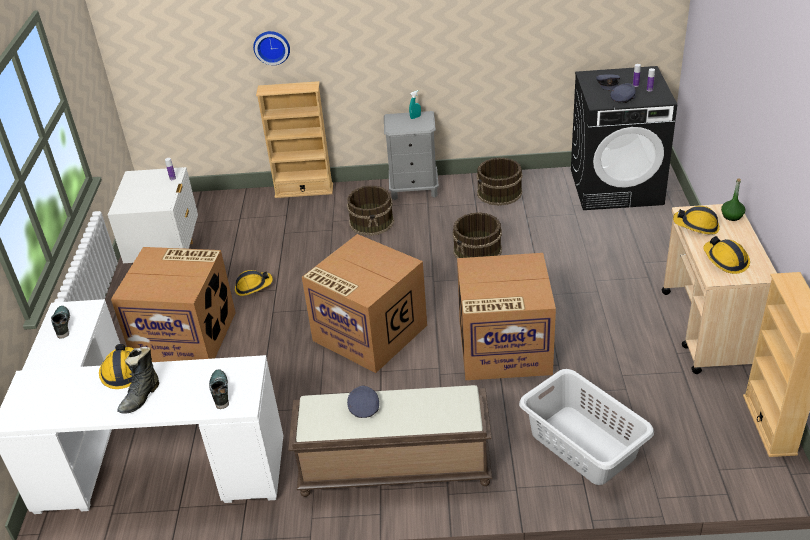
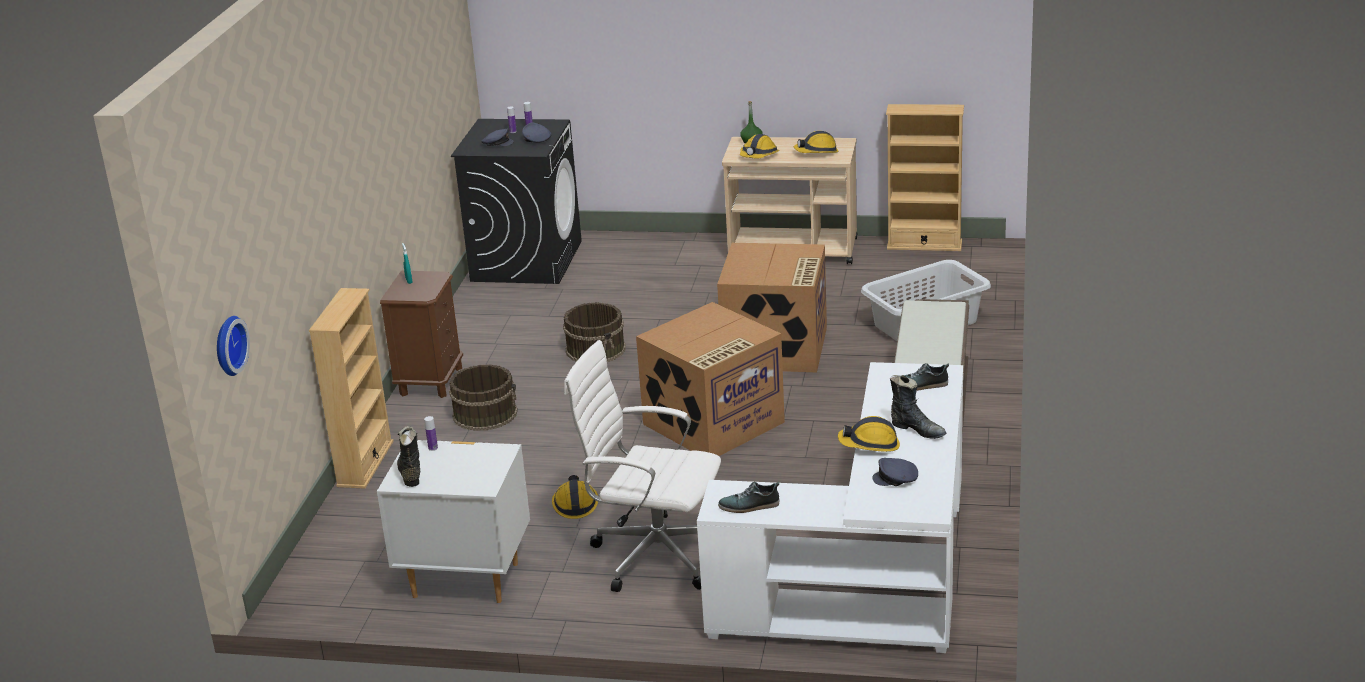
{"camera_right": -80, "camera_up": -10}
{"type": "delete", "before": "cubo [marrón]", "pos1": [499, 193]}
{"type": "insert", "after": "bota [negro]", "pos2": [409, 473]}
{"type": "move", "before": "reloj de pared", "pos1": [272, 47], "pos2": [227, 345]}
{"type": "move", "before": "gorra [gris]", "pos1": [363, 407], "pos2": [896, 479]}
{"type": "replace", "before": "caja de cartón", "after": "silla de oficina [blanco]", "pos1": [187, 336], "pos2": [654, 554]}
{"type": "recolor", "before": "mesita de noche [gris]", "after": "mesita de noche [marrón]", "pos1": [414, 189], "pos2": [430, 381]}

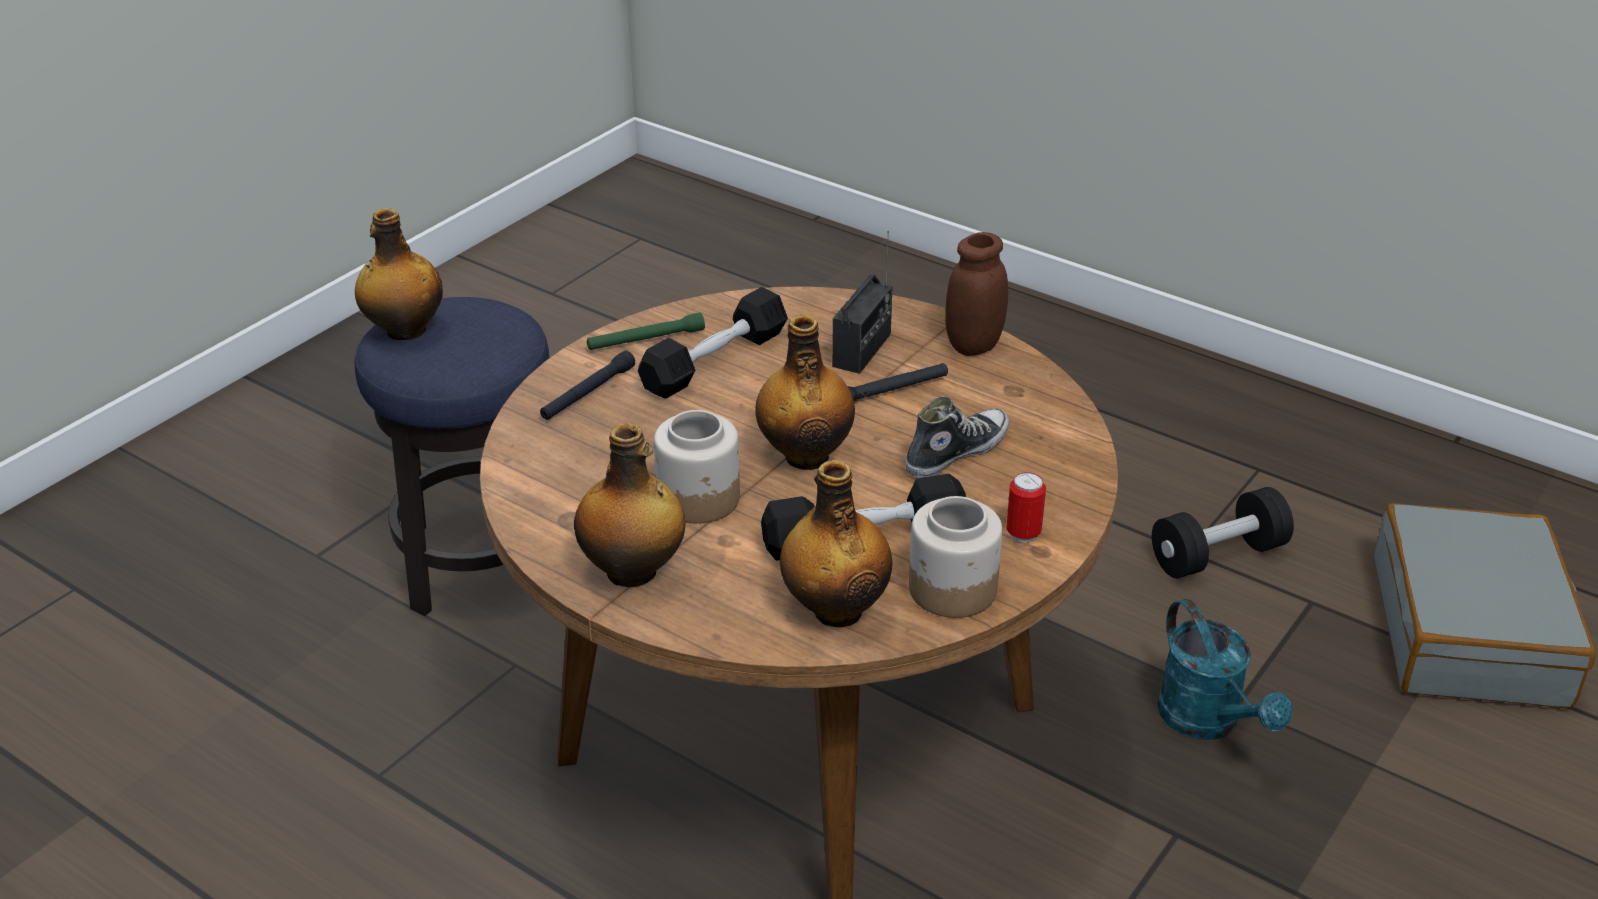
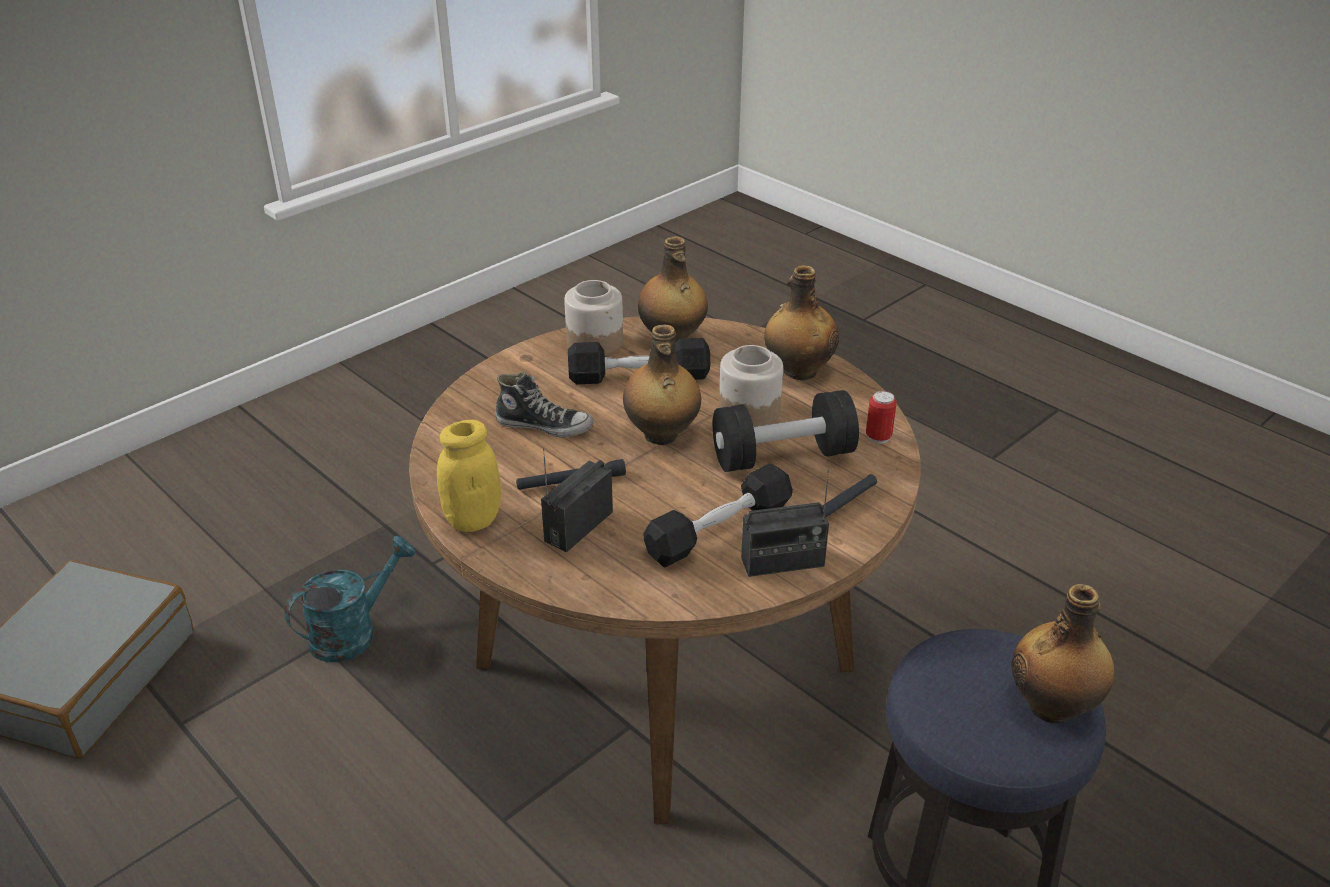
{"camera_right": -170, "camera_up": 0}
{"type": "move", "before": "lata", "pos1": [1023, 534], "pos2": [878, 437]}
{"type": "move", "before": "mancuerna [negro]", "pos1": [1218, 556], "pos2": [783, 456]}
{"type": "replace", "before": "linterna [verde]", "after": "radio", "pos1": [646, 340], "pos2": [782, 562]}
{"type": "recolor", "before": "tarro [marrón]", "after": "tarro [amarillo]", "pos1": [974, 345], "pos2": [473, 520]}
{"type": "rotate", "before": "zapato", "pos1": [956, 452], "pos2": [545, 426], "turn": -135}
{"type": "rotate", "before": "regadera [turquesa]", "pos1": [1208, 722], "pos2": [353, 632], "turn": 60}

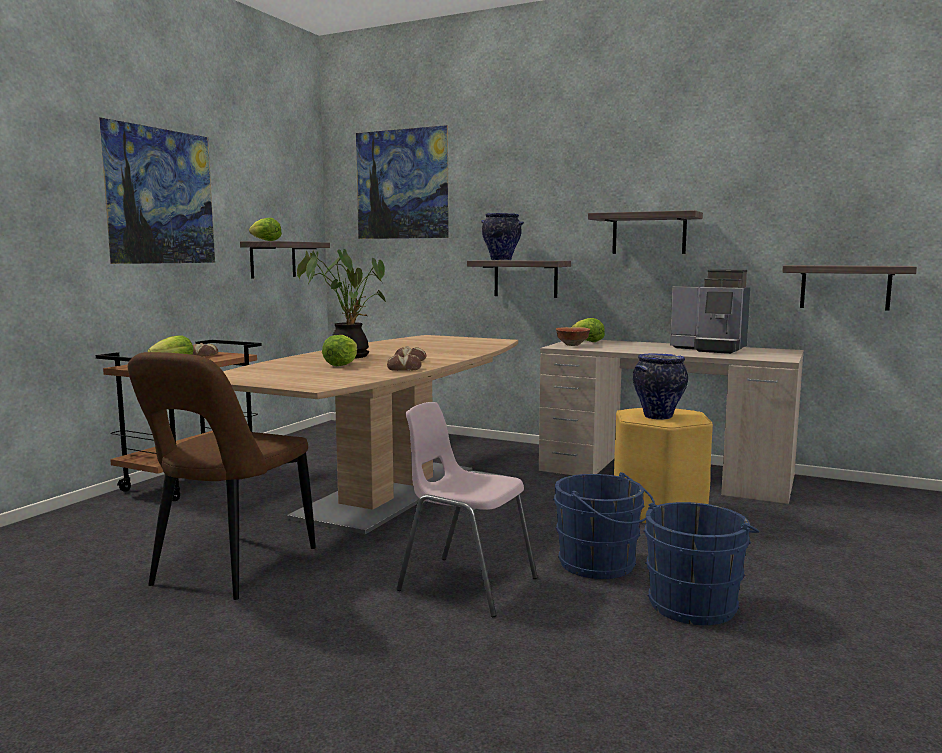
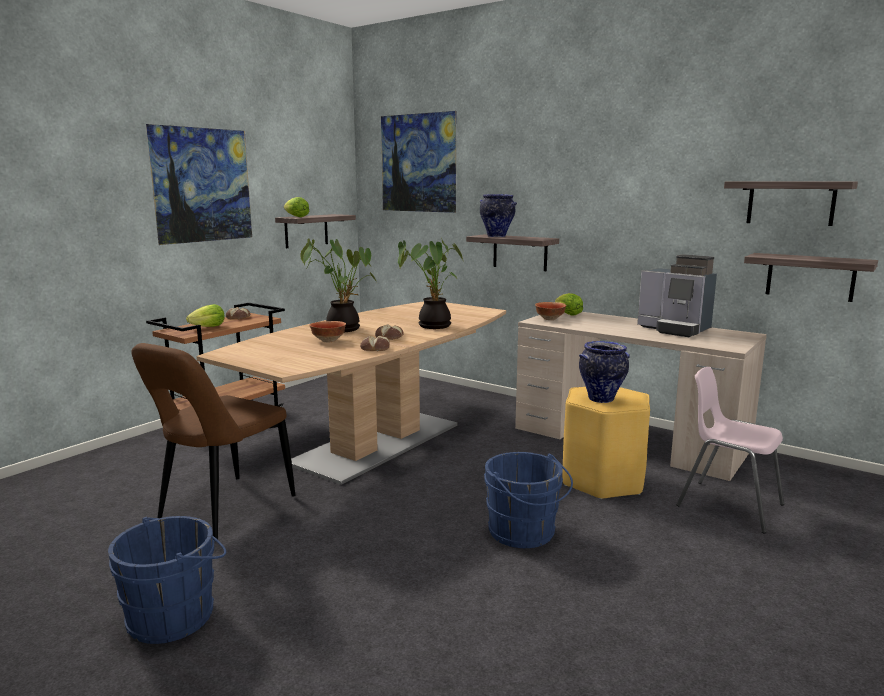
{"camera_right": 10, "camera_up": 5}
{"type": "insert", "after": "planta en maceta", "pos2": [431, 326]}
{"type": "move", "before": "silla [rosa]", "pos1": [466, 584], "pos2": [728, 505]}
{"type": "move", "before": "estante", "pos1": [649, 233], "pos2": [790, 203]}
{"type": "move", "before": "cubo [azul]", "pos1": [694, 603], "pos2": [176, 615]}
{"type": "replace", "before": "lechuga", "after": "cuenco", "pos1": [341, 365], "pos2": [327, 341]}

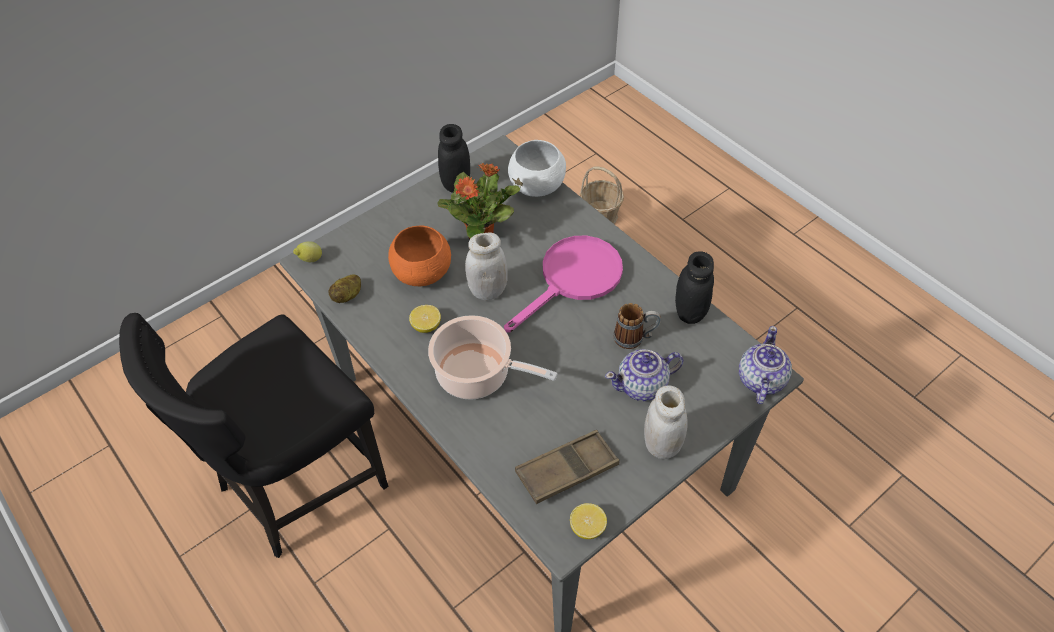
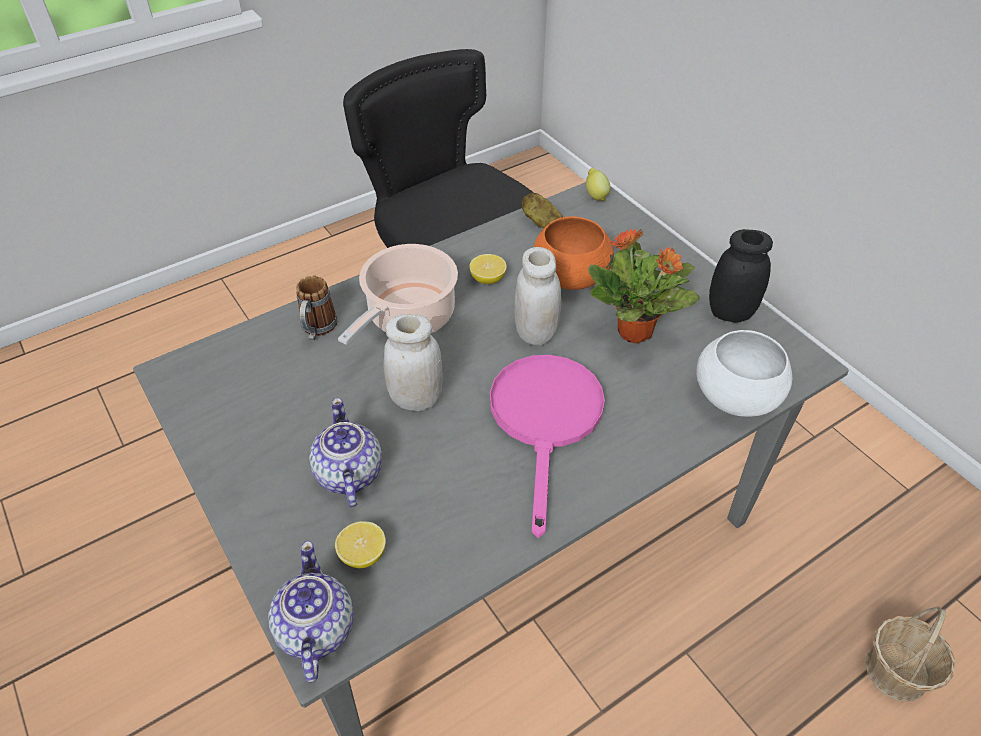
{"camera_right": 95, "camera_up": -5}
{"type": "delete", "before": "bandeja [marrón]", "pos1": [567, 470]}
{"type": "delete", "before": "tarro [negro]", "pos1": [690, 312]}
{"type": "move", "before": "limón", "pos1": [587, 527], "pos2": [363, 554]}
{"type": "move", "before": "taza grande", "pos1": [635, 338], "pos2": [317, 330]}
{"type": "move", "before": "tarro [blanco]", "pos1": [661, 444], "pos2": [416, 399]}
{"type": "rotate", "before": "sartén [rosa]", "pos1": [573, 279], "pos2": [546, 421], "turn": -135}
{"type": "rotate", "before": "tetera", "pos1": [760, 380], "pos2": [315, 630], "turn": -120}

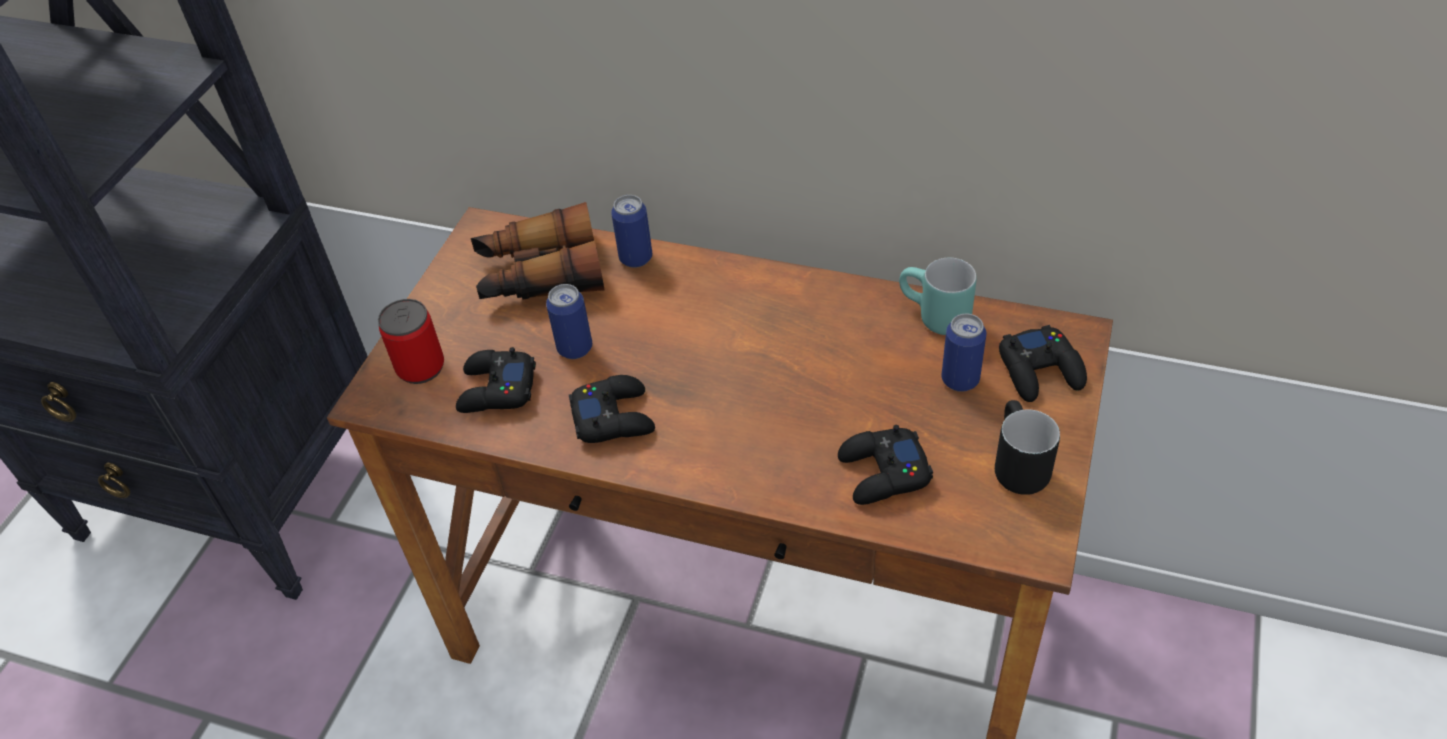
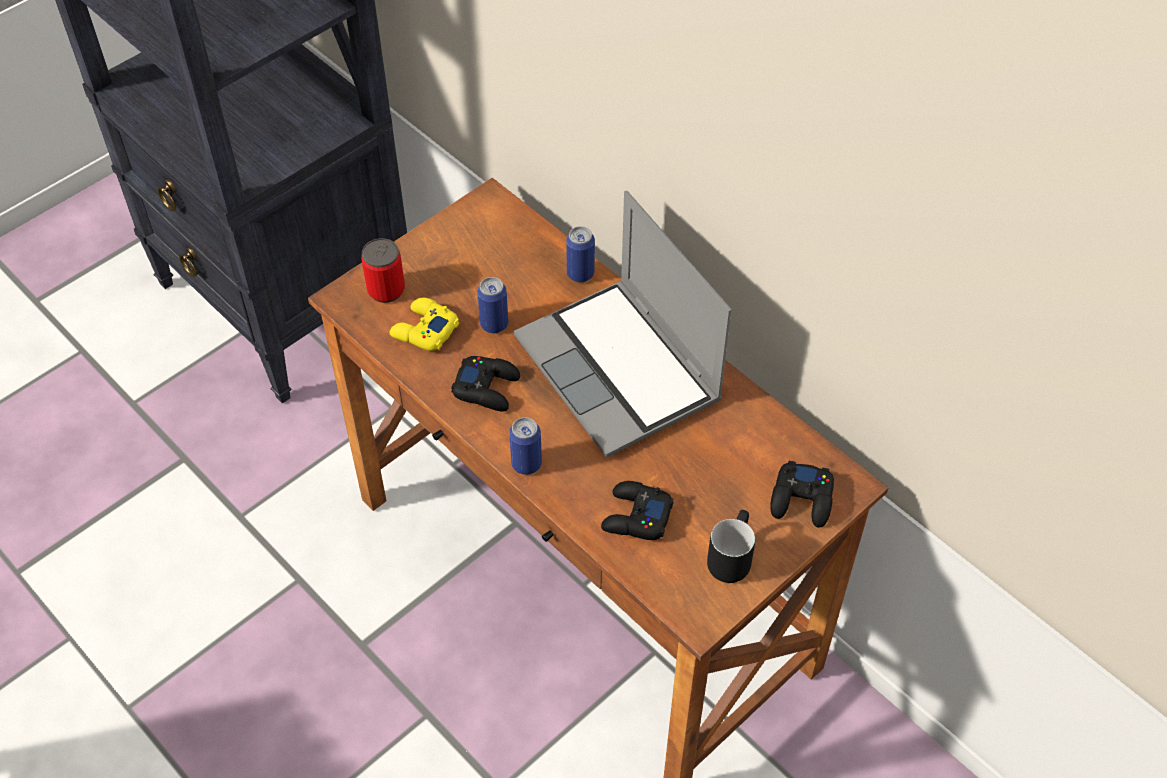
{"camera_right": 25, "camera_up": 5}
{"type": "delete", "before": "prismáticos", "pos1": [539, 274]}
{"type": "delete", "before": "taza grande [turquesa]", "pos1": [932, 318]}
{"type": "insert", "after": "portátil", "pos2": [621, 370]}
{"type": "move", "before": "lata", "pos1": [960, 379], "pos2": [526, 464]}
{"type": "recolor", "before": "mando de consola [negro]", "after": "mando de consola [amarillo]", "pos1": [496, 390], "pos2": [424, 330]}

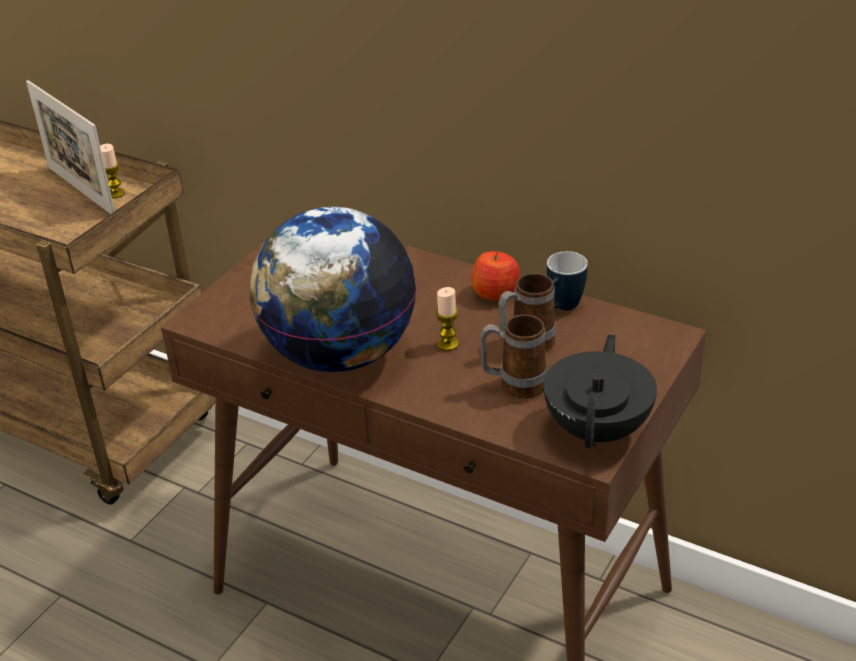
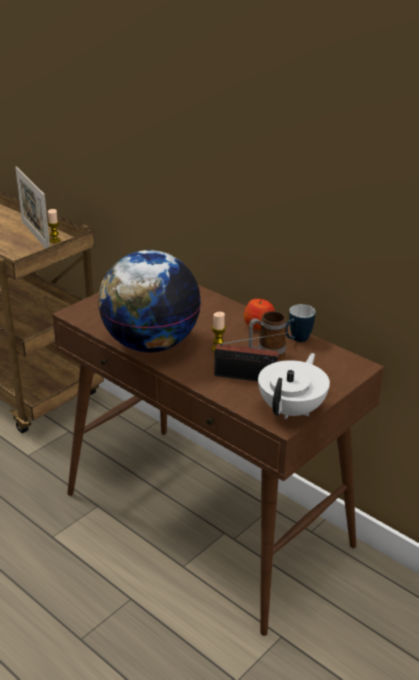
{"camera_right": 10, "camera_up": -5}
{"type": "replace", "before": "taza grande", "after": "radio", "pos1": [513, 386], "pos2": [249, 378]}
{"type": "recolor", "before": "tetera [negro]", "after": "tetera [blanco]", "pos1": [598, 429], "pos2": [292, 409]}

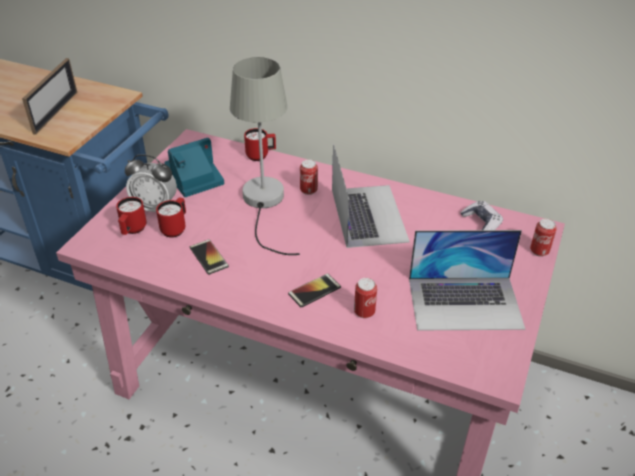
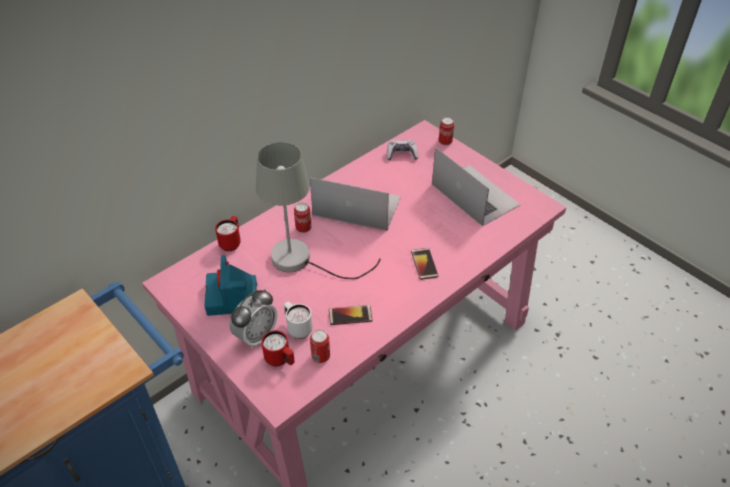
{"camera_right": -65, "camera_up": 5}
{"type": "delete", "before": "portarretratos", "pos1": [56, 112]}
{"type": "move", "before": "lata", "pos1": [364, 312], "pos2": [321, 357]}
{"type": "recolor", "before": "taza grande [rojo]", "after": "taza grande [blanco]", "pos1": [175, 228], "pos2": [297, 328]}
{"type": "rotate", "before": "portátil", "pos1": [465, 303], "pos2": [474, 194], "turn": -60}

